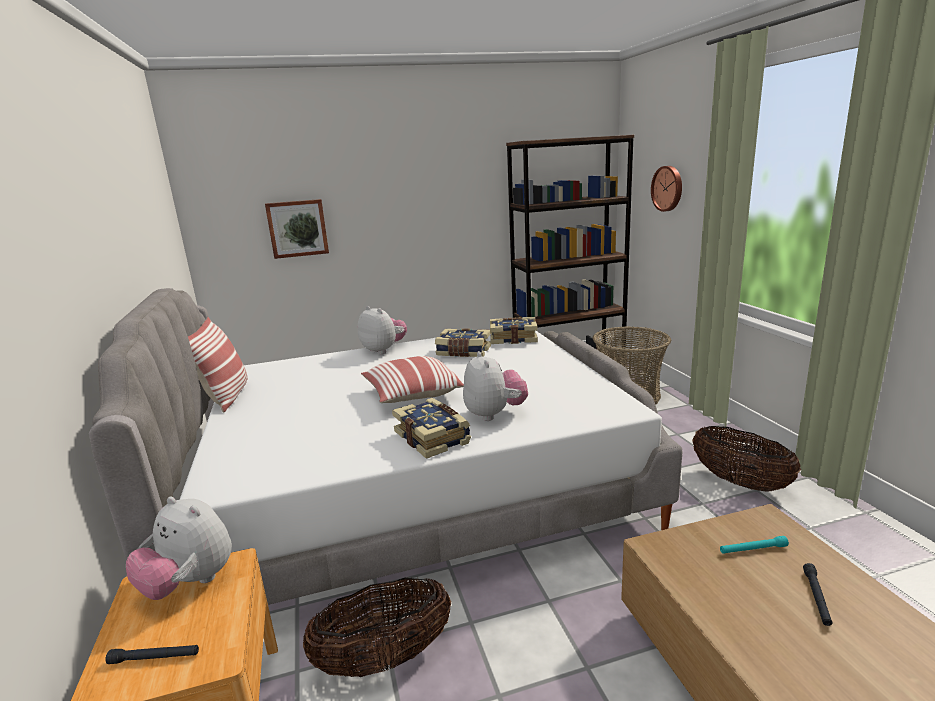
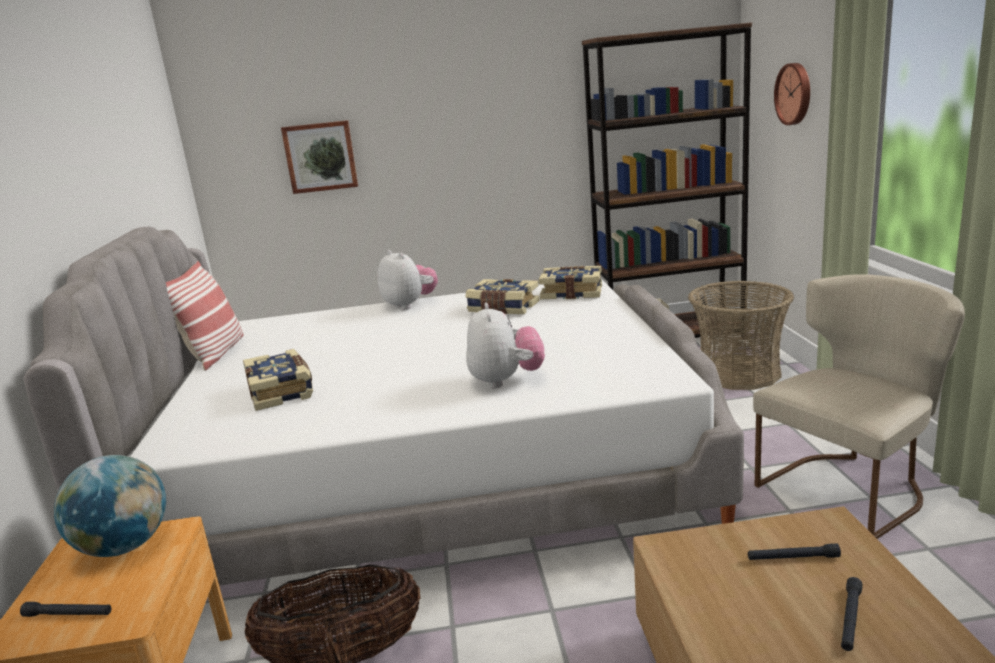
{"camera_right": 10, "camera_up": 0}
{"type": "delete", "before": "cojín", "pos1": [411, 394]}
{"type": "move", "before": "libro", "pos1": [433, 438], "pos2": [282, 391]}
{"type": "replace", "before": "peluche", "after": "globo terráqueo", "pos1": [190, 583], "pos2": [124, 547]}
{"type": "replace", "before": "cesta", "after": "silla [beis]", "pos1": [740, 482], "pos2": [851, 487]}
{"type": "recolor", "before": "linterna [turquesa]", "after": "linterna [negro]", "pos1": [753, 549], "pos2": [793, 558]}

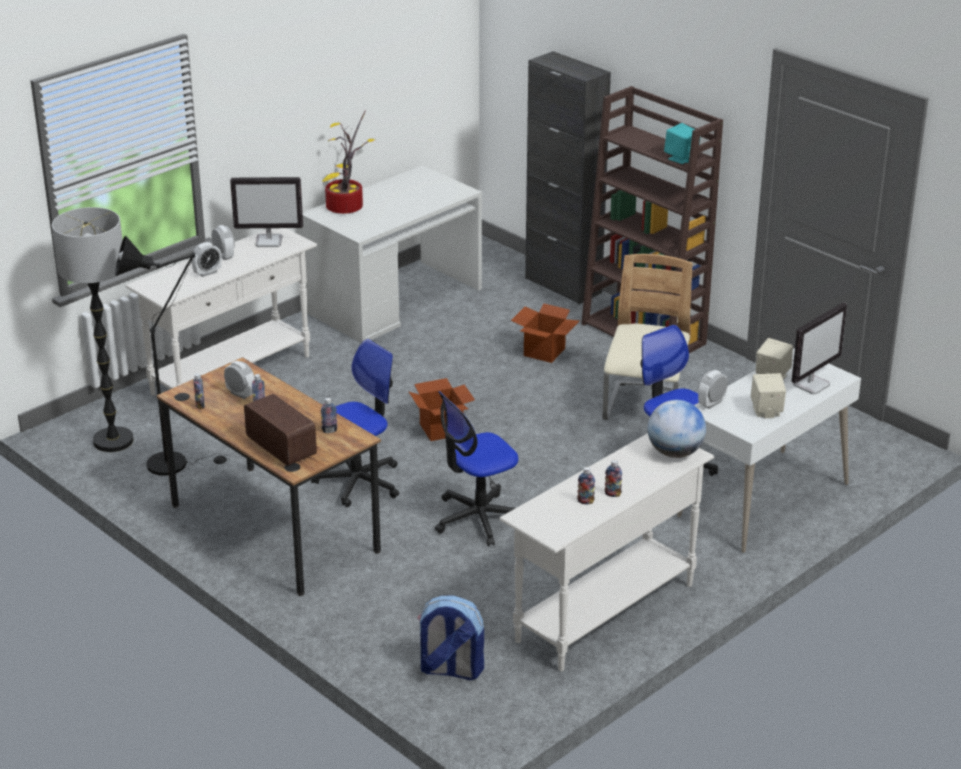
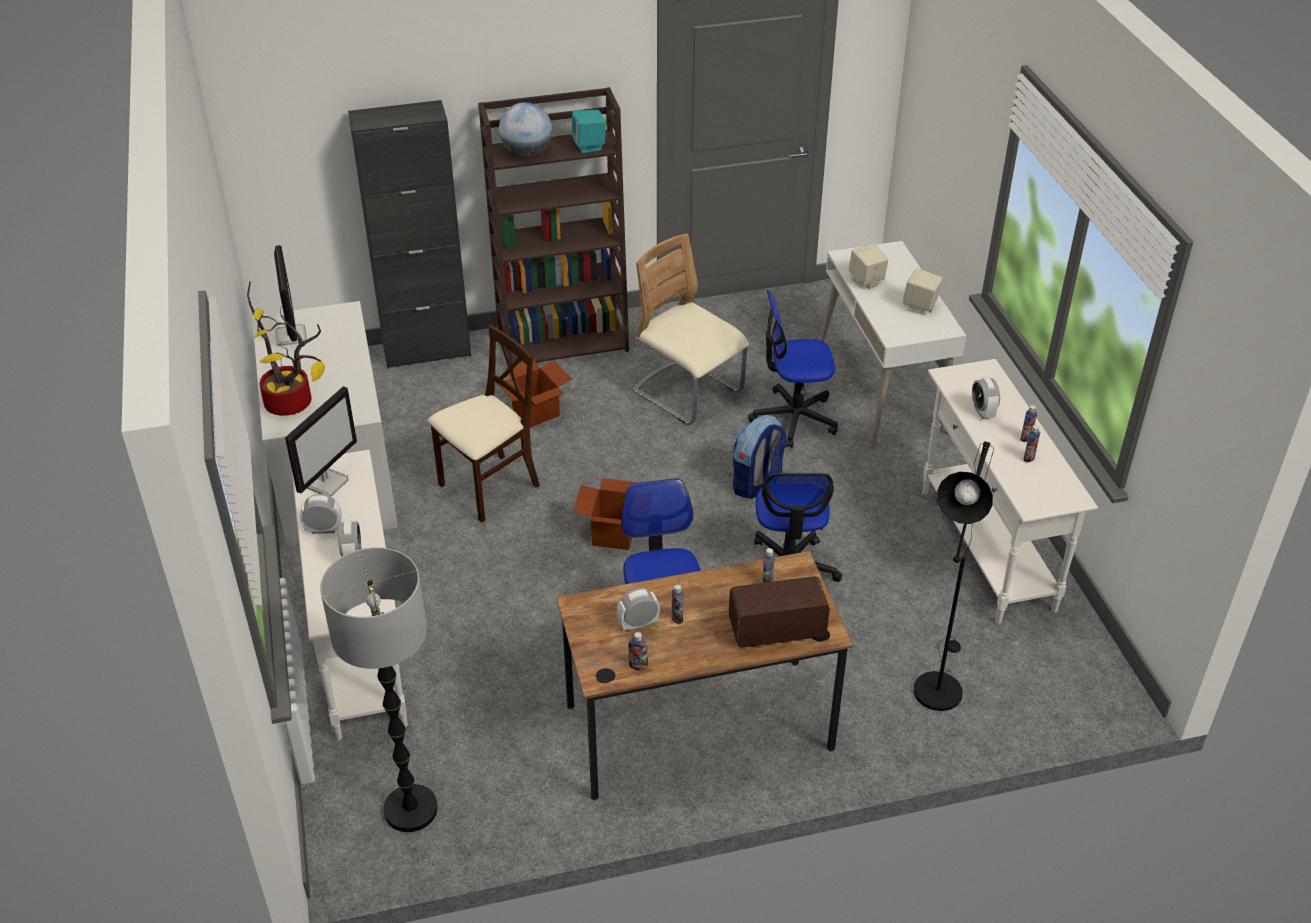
{"camera_right": -60, "camera_up": 10}
{"type": "insert", "after": "silla [beis]", "pos2": [489, 487]}
{"type": "move", "before": "lámpara de pie [negro]", "pos1": [175, 462], "pos2": [938, 684]}
{"type": "move", "before": "mochila", "pos1": [450, 670], "pos2": [757, 484]}
{"type": "move", "before": "globo terráqueo", "pos1": [675, 453], "pos2": [527, 153]}
{"type": "move", "before": "despertador", "pos1": [711, 403], "pos2": [982, 411]}
{"type": "move", "before": "monitor", "pos1": [811, 384], "pos2": [290, 335]}

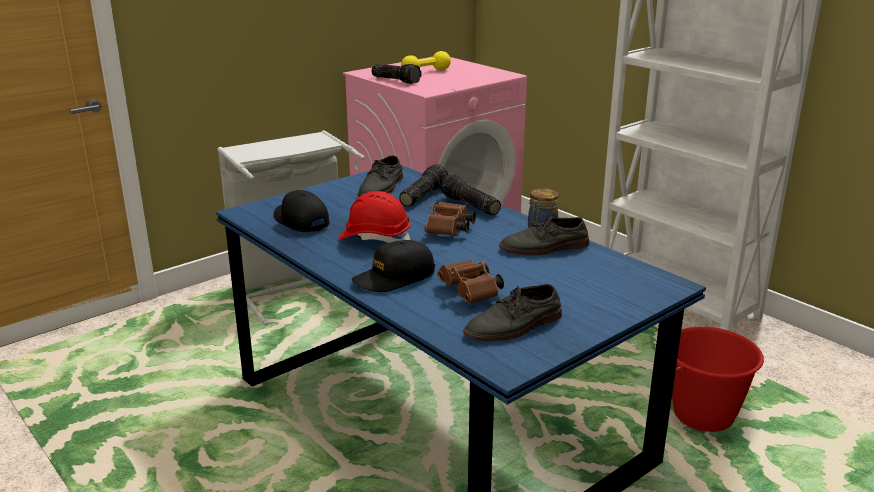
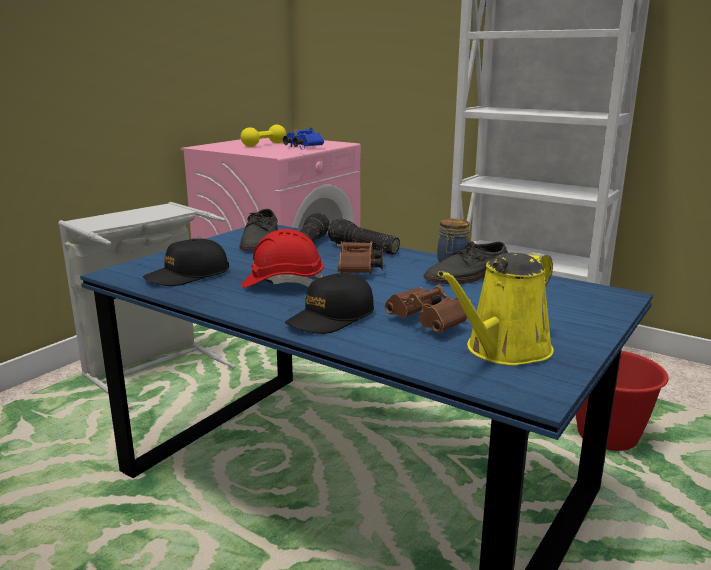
{"camera_right": -15, "camera_up": -5}
{"type": "delete", "before": "linterna", "pos1": [396, 80]}
{"type": "insert", "after": "prismáticos [azul]", "pos2": [302, 147]}
{"type": "replace", "before": "zapato [gris]", "after": "regadera [amarillo]", "pos1": [514, 326], "pos2": [503, 350]}
{"type": "rotate", "before": "gorra [negro]", "pos1": [300, 221], "pos2": [187, 275], "turn": -75}

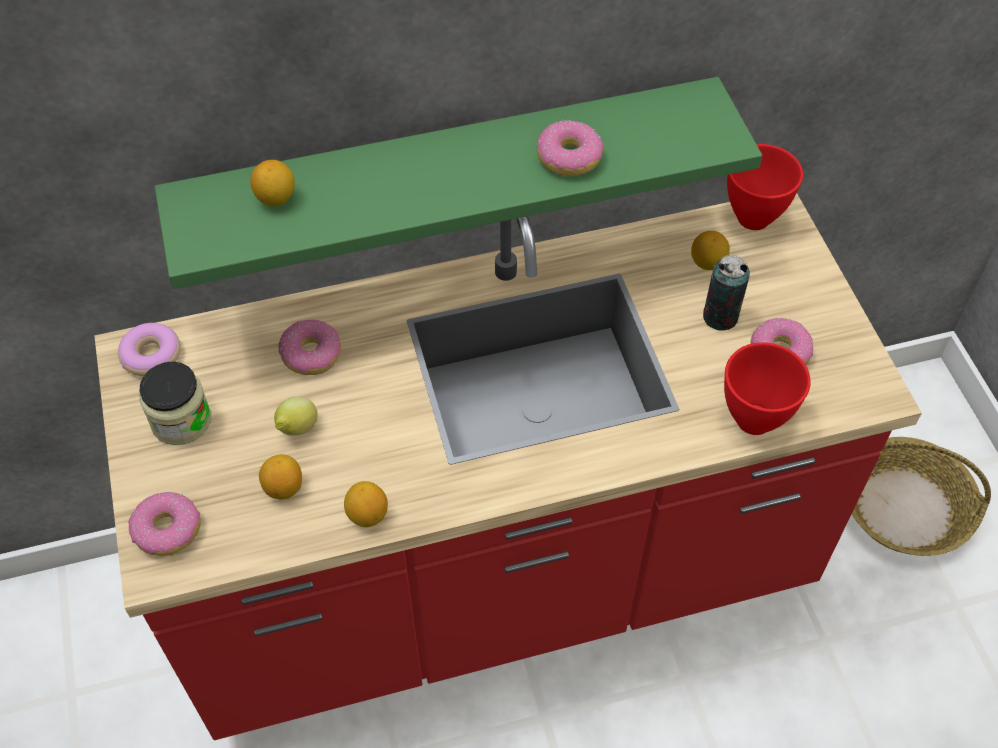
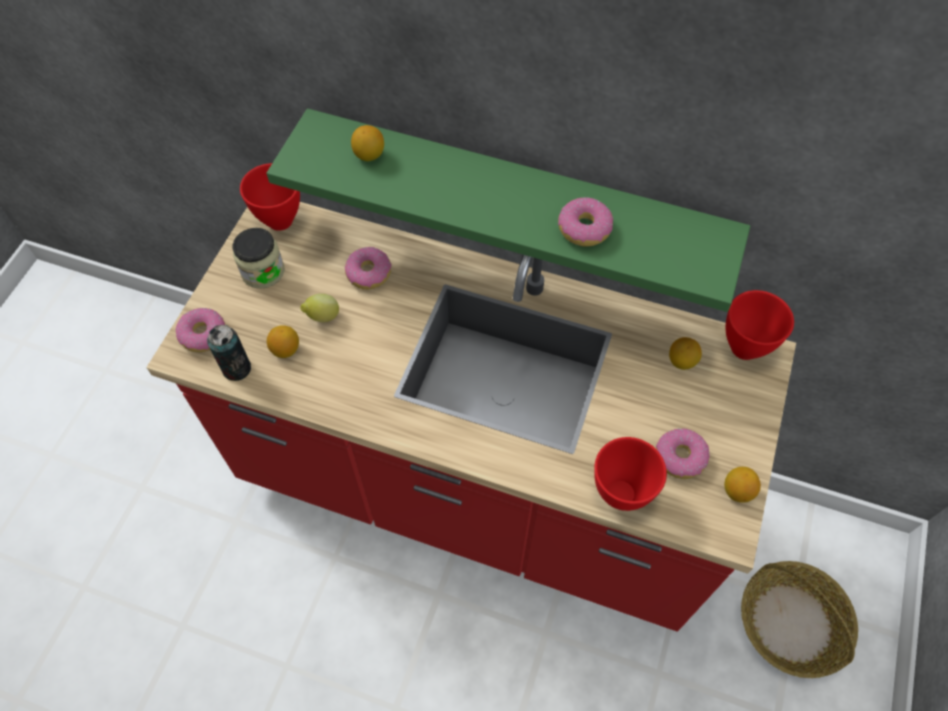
{"camera_right": 35, "camera_up": 5}
{"type": "move", "before": "limón", "pos1": [367, 515], "pos2": [737, 491]}
{"type": "move", "before": "lata", "pos1": [720, 317], "pos2": [236, 368]}
{"type": "replace", "before": "rosquilla", "after": "cuenco [rojo]", "pos1": [151, 355], "pos2": [278, 220]}

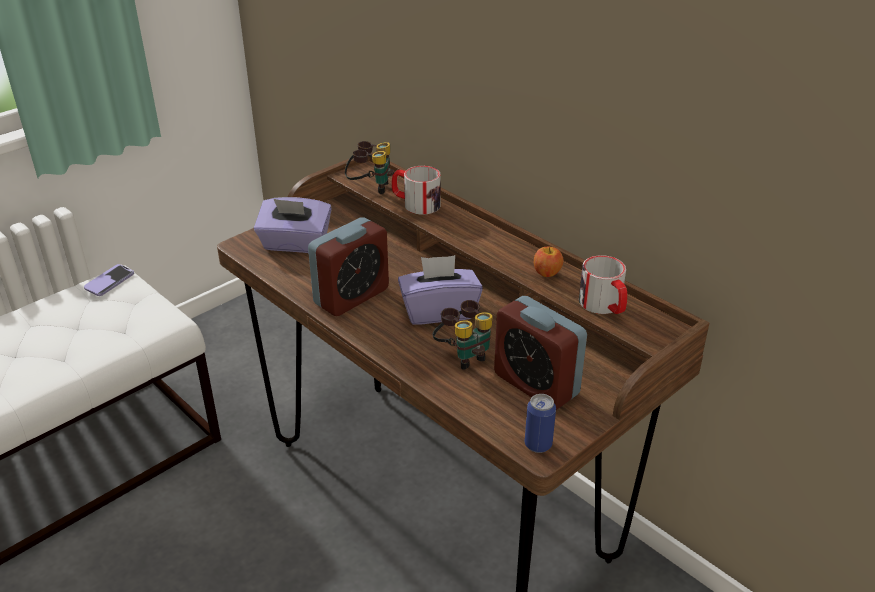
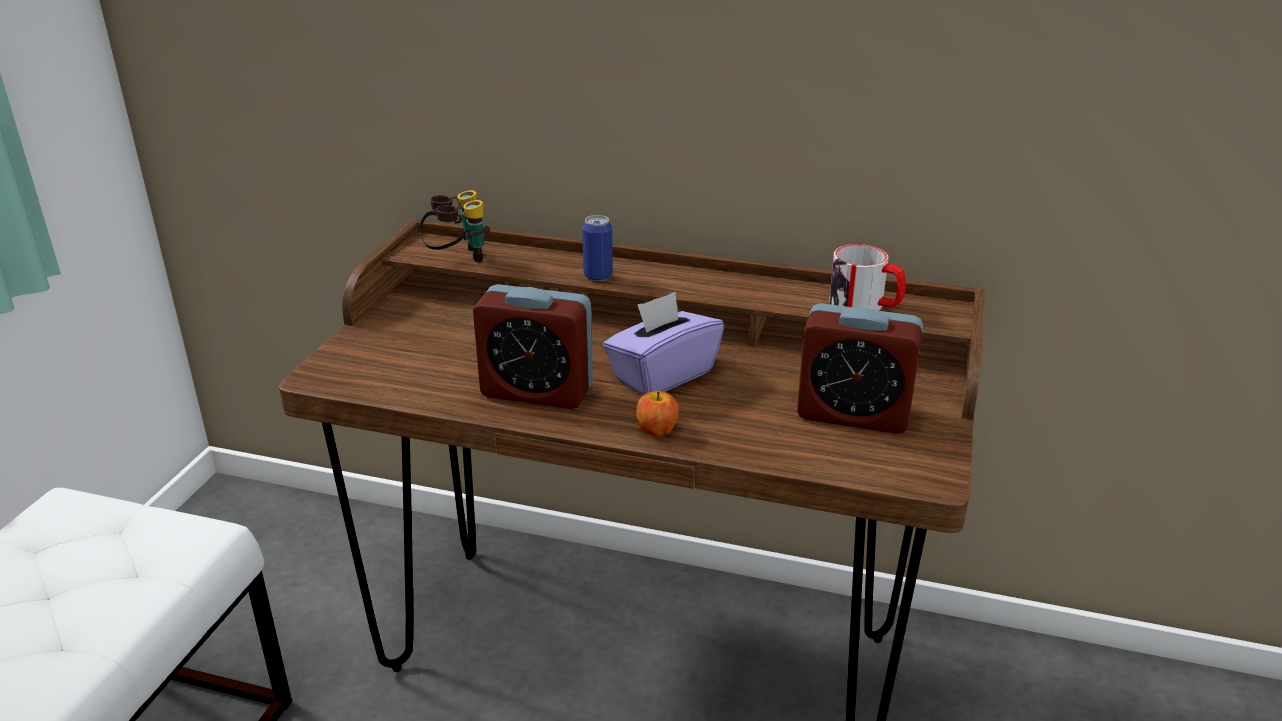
{"camera_right": -30, "camera_up": -5}
{"type": "delete", "before": "móvil", "pos1": [109, 281]}
{"type": "delete", "before": "caja de pañuelos [morado]", "pos1": [295, 244]}
{"type": "delete", "before": "taza grande", "pos1": [415, 204]}
{"type": "delete", "before": "prismáticos", "pos1": [463, 355]}
{"type": "move", "before": "lata", "pos1": [538, 444], "pos2": [598, 276]}
{"type": "move", "before": "manzana", "pos1": [547, 273], "pos2": [657, 430]}
{"type": "rotate", "before": "despertador", "pos1": [351, 296], "pos2": [537, 391], "turn": 90}

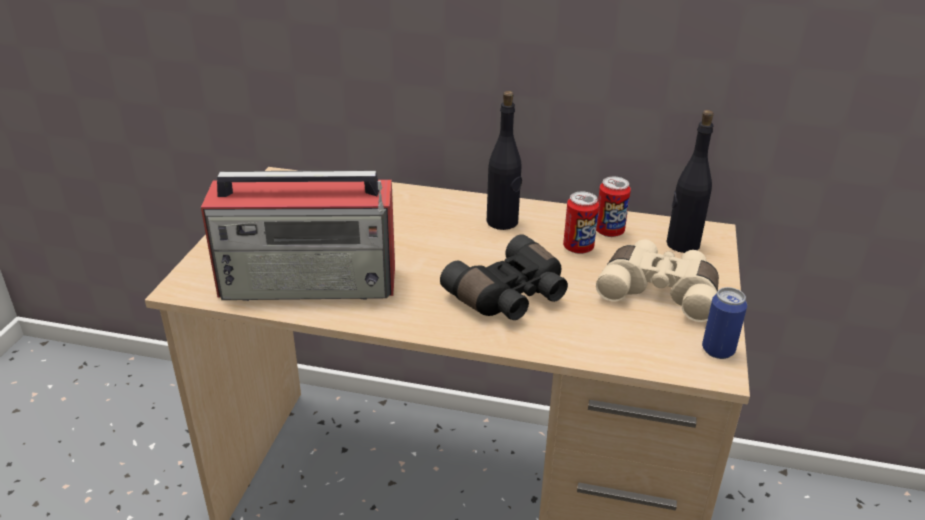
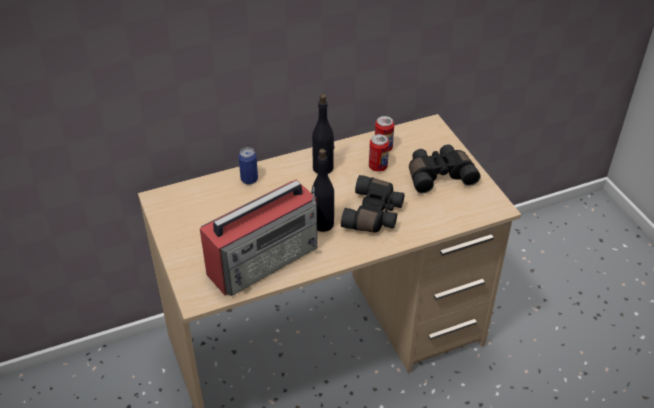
{"camera_right": -35, "camera_up": 10}
{"type": "move", "before": "botella [negro]", "pos1": [682, 244], "pos2": [322, 224]}
{"type": "move", "before": "lata", "pos1": [718, 350], "pos2": [249, 179]}
{"type": "recolor", "before": "prismáticos [beis]", "after": "prismáticos [negro]", "pos1": [659, 291], "pos2": [439, 175]}

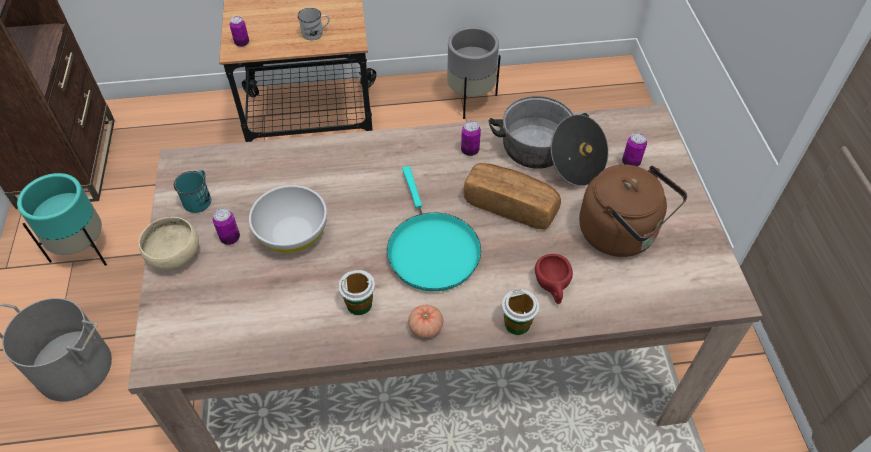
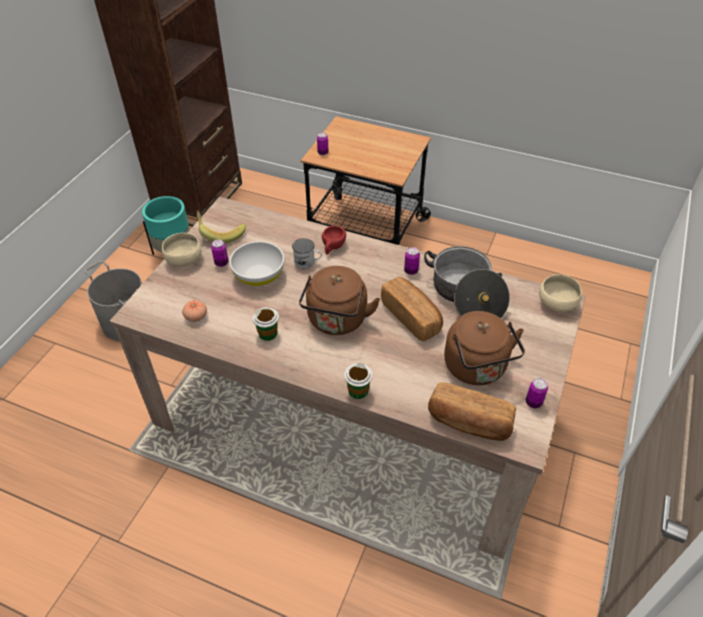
{"camera_right": 30, "camera_up": -5}
{"type": "delete", "before": "maceta [gris]", "pos1": [471, 100]}
{"type": "insert", "after": "pan", "pos2": [469, 422]}
{"type": "insert", "after": "cuenco [beis]", "pos2": [557, 304]}
{"type": "move", "before": "taza grande [blanco]", "pos1": [316, 33], "pos2": [308, 262]}
{"type": "move", "before": "tomate", "pos1": [425, 327], "pos2": [196, 316]}
{"type": "move", "before": "taza [rojo]", "pos1": [552, 287], "pos2": [332, 248]}
{"type": "move", "before": "lata", "pos1": [630, 162], "pos2": [533, 402]}
{"type": "replace", "before": "taza grande [turquesa]", "after": "plátano", "pos1": [199, 198], "pos2": [220, 233]}
{"type": "replace", "before": "sartén [turquesa]", "after": "hervidor [marrón]", "pos1": [431, 250], "pos2": [337, 321]}

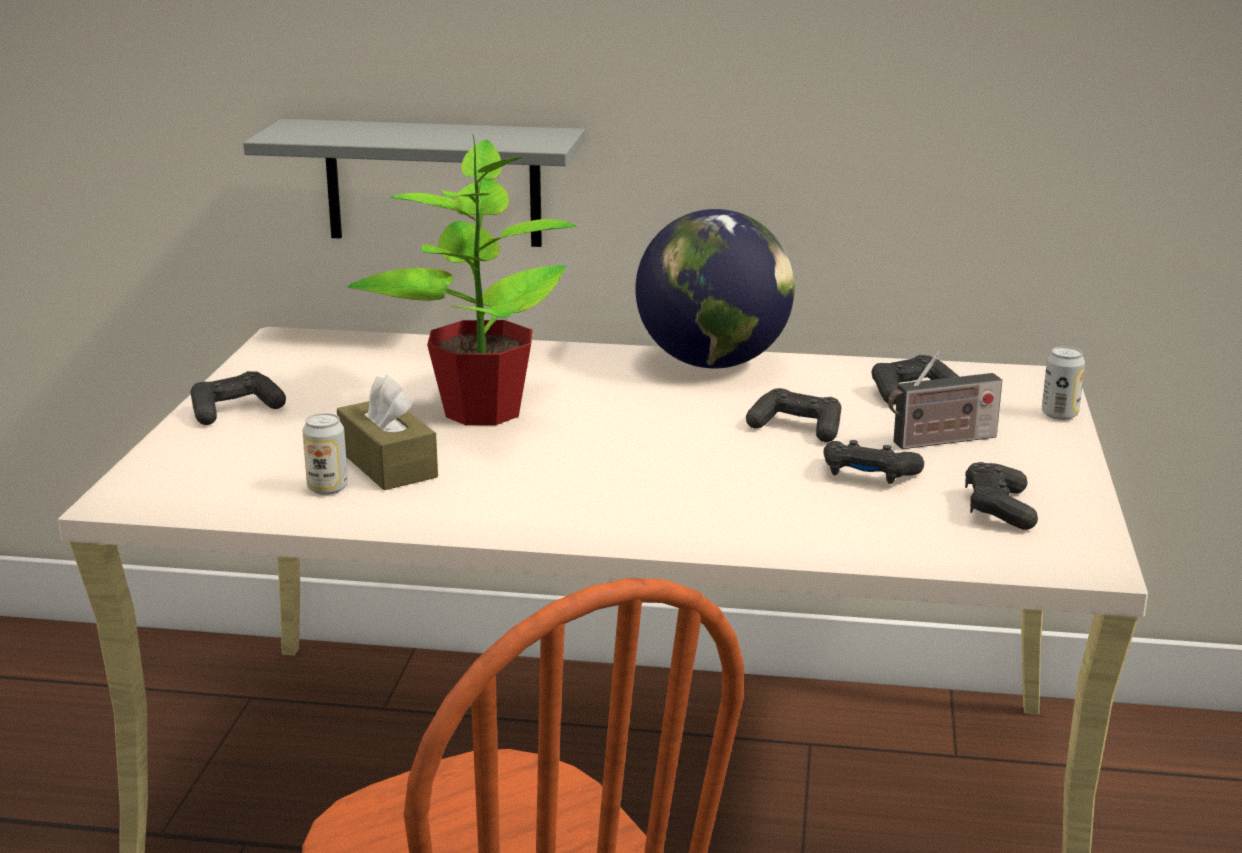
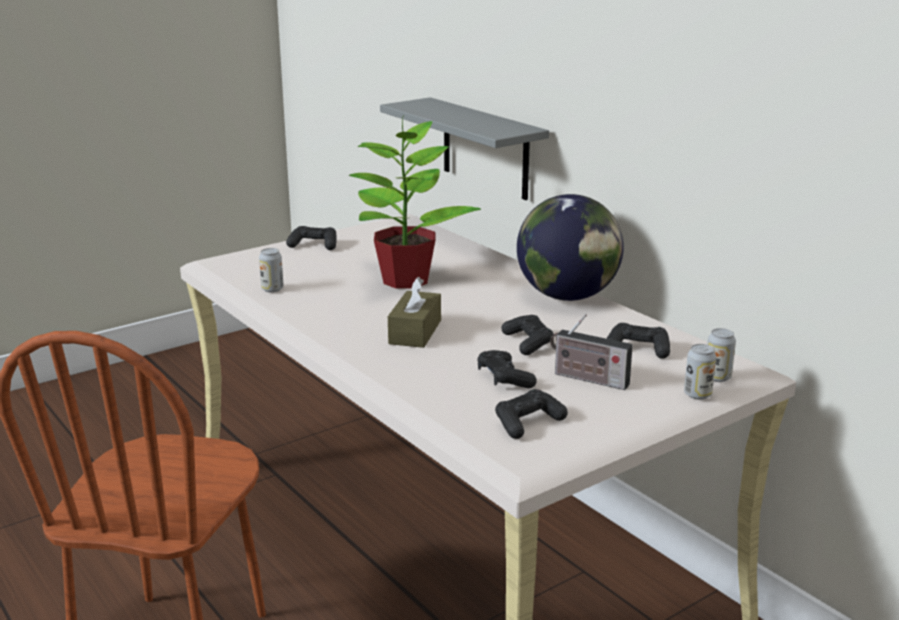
{"camera_right": 45, "camera_up": 0}
{"type": "insert", "after": "lata", "pos2": [717, 377]}
{"type": "move", "before": "caja de pañuelos [marrón]", "pos1": [388, 464], "pos2": [415, 332]}

